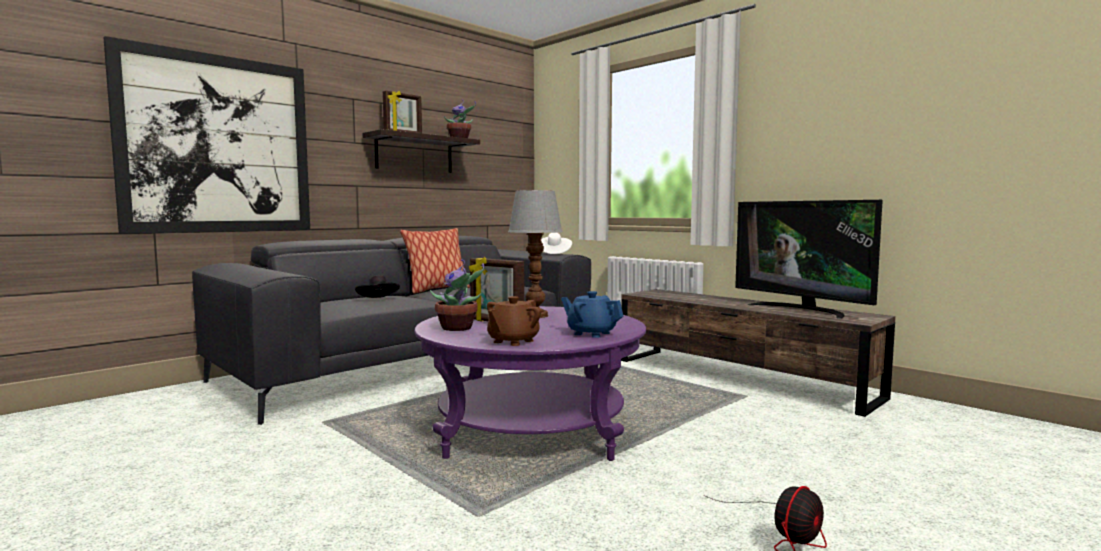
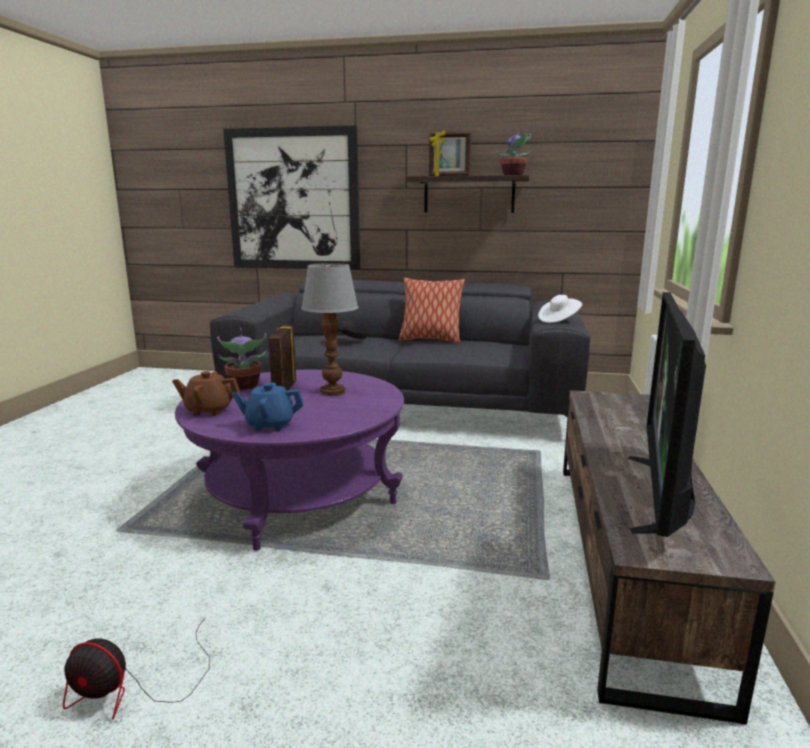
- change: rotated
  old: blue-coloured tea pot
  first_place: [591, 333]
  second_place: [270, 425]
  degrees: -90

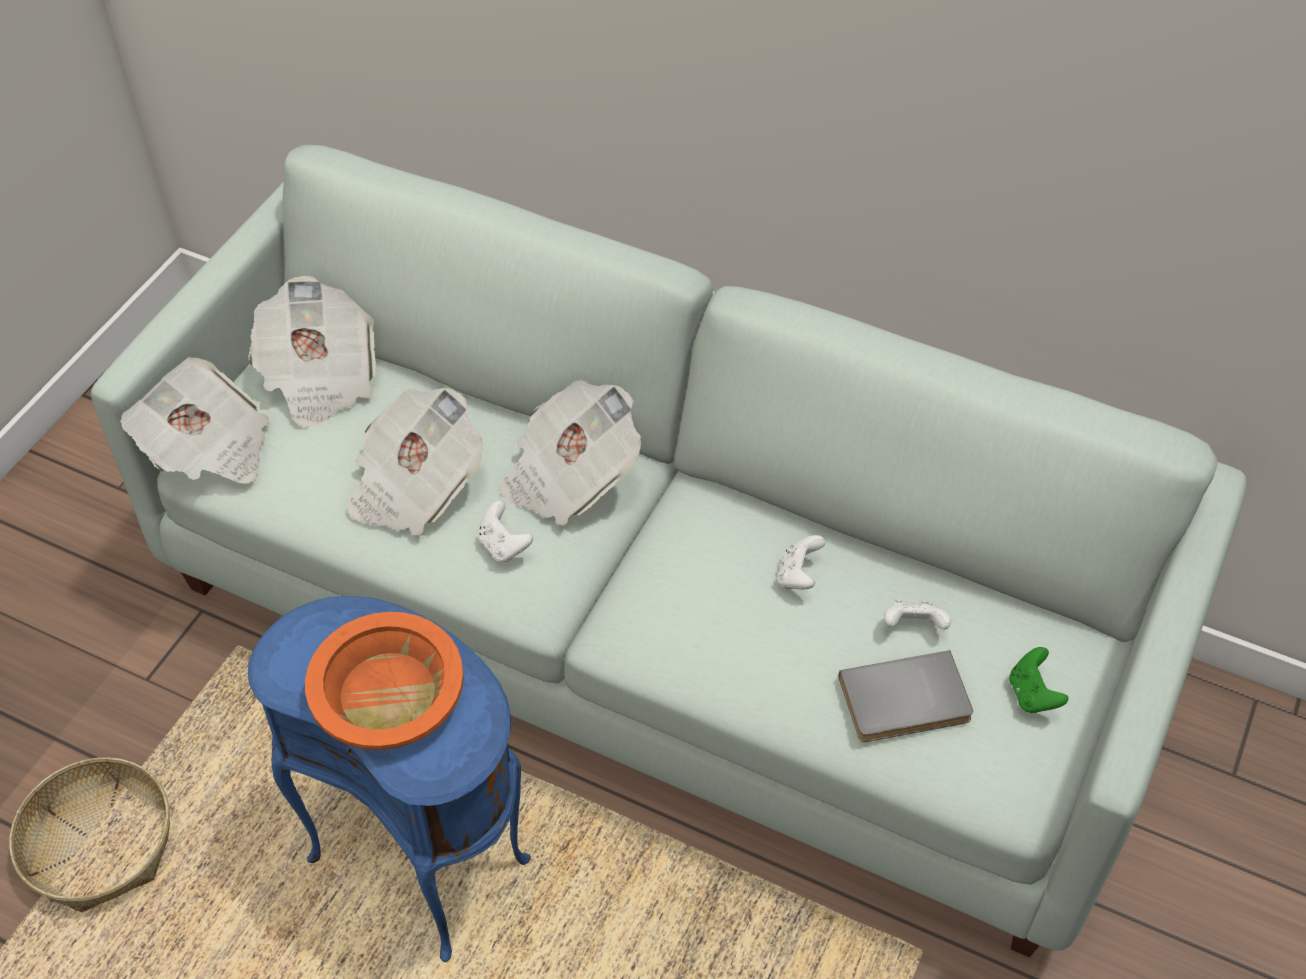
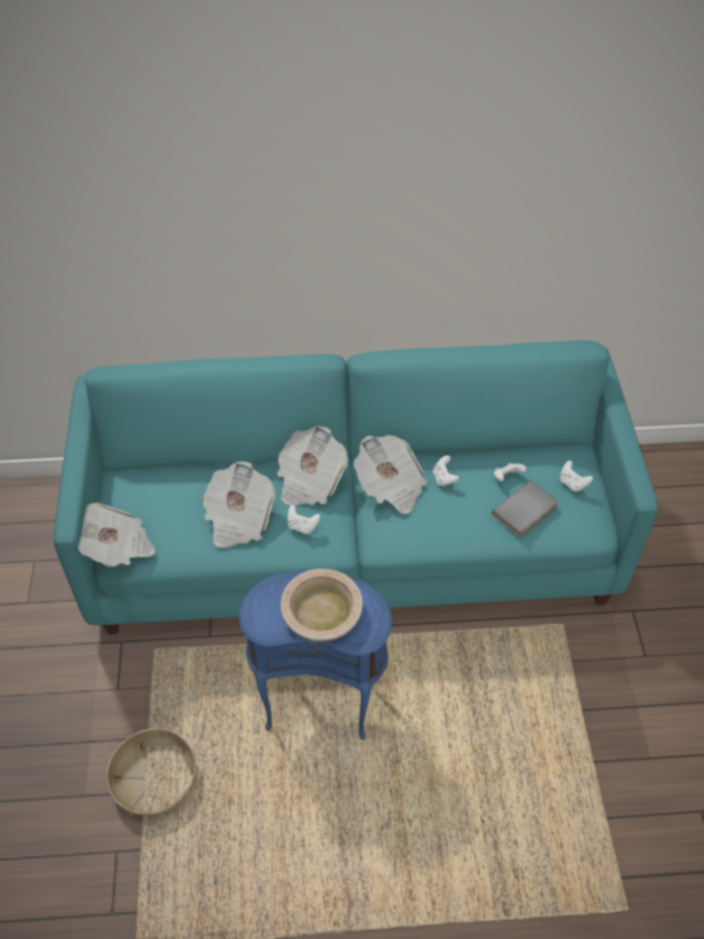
- change: repainted
  old: whitish couch
  new: turquoise couch
  first_place: [655, 624]
  second_place: [352, 540]
- change: repainted
  old: orange-coloured bowl
  new: beige bowl
  first_place: [388, 696]
  second_place: [322, 613]
- change: shifted
  old: daily paper
  first_place: [319, 377]
  second_place: [390, 486]
- change: repainted
  old: greenish joypad
  new: whitish joypad
  first_place: [1032, 694]
  second_place: [572, 483]

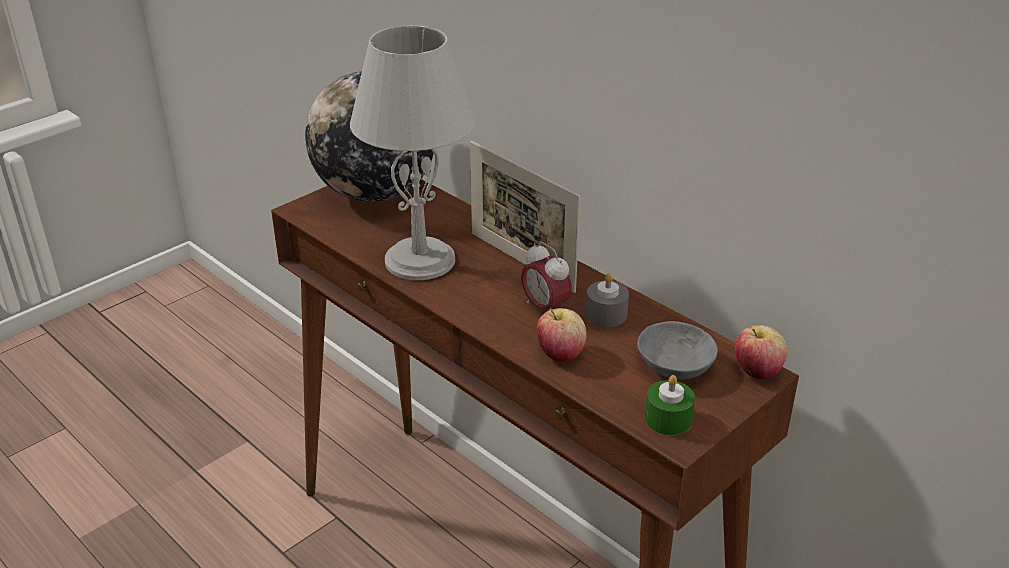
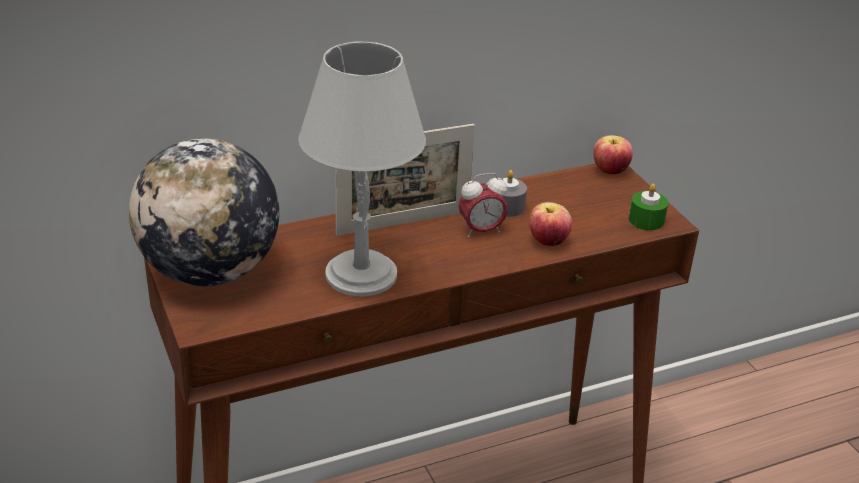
- change: gone
  old: gray bowl
  first_place: [672, 365]

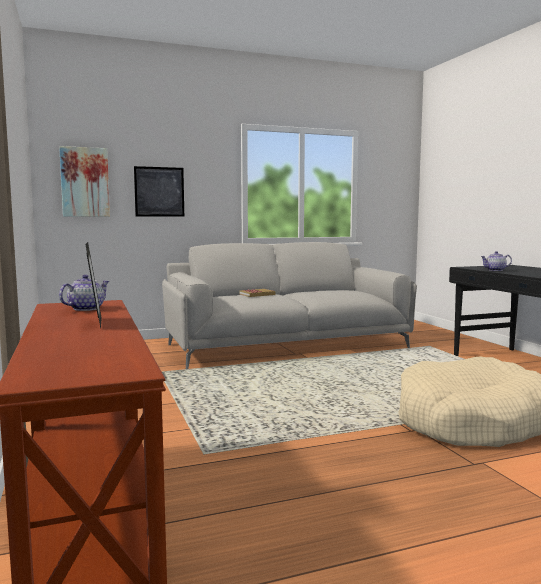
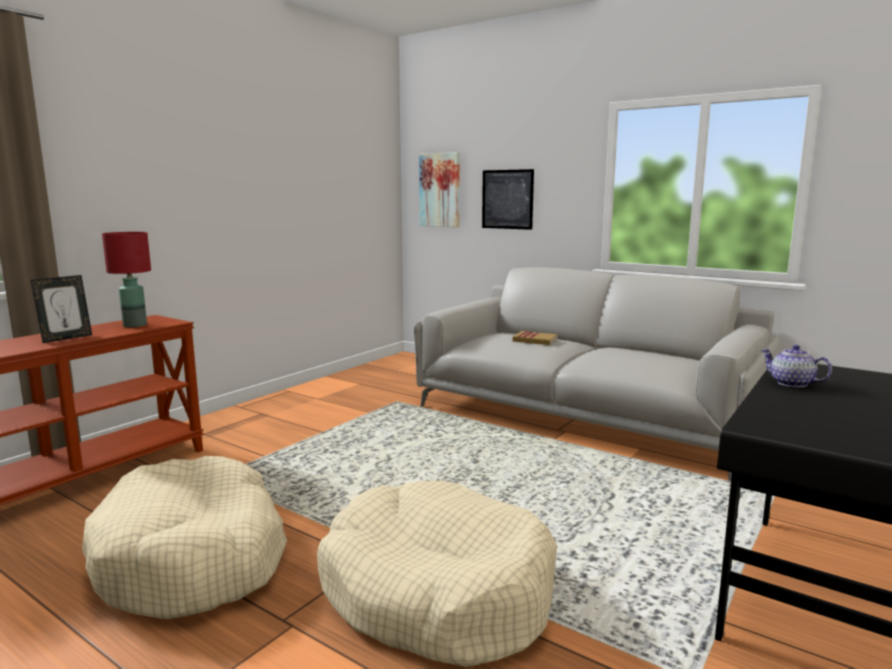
- change: new
  new: beige dog cushion
  second_place: [194, 558]
- change: swapped
  old: tea pot
  new: red-coloured lamp for a table
  first_place: [86, 309]
  second_place: [135, 325]

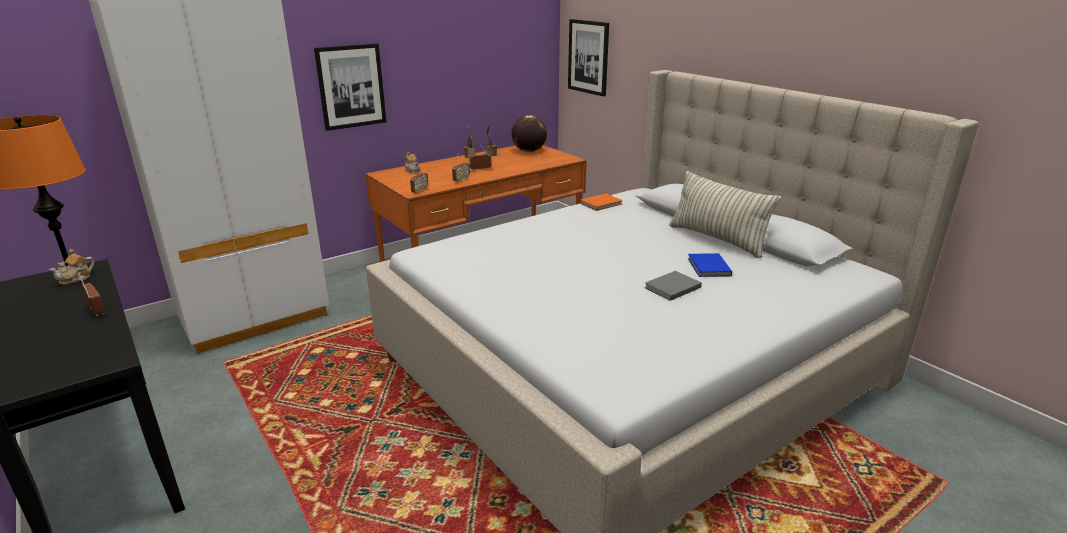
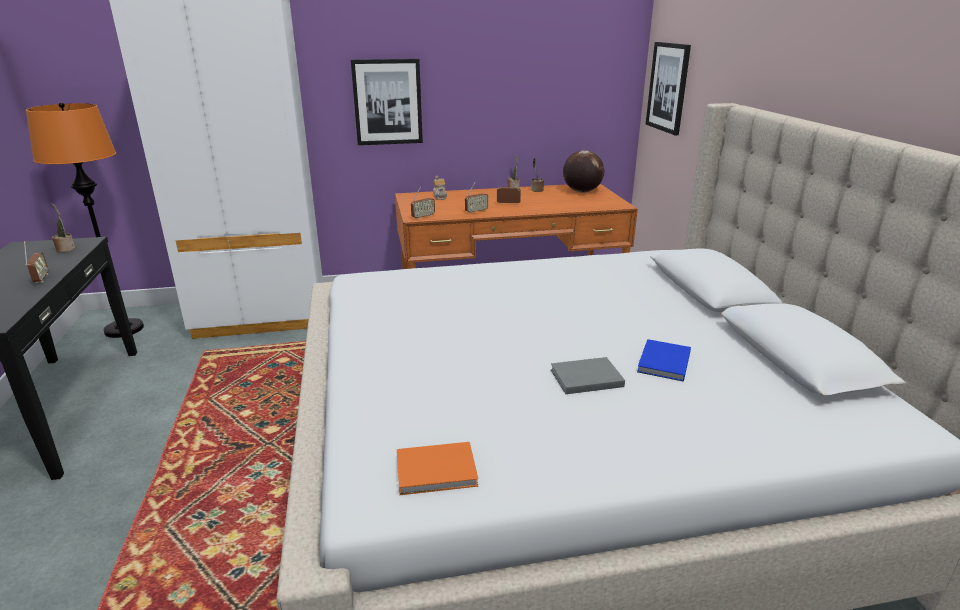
- change: swapped
  old: tea pot
  new: houseplant
  first_place: [76, 279]
  second_place: [65, 249]
- change: shifted
  old: orange-coloured bound book
  first_place: [602, 204]
  second_place: [438, 471]
- change: gone
  old: cushion
  first_place: [717, 239]

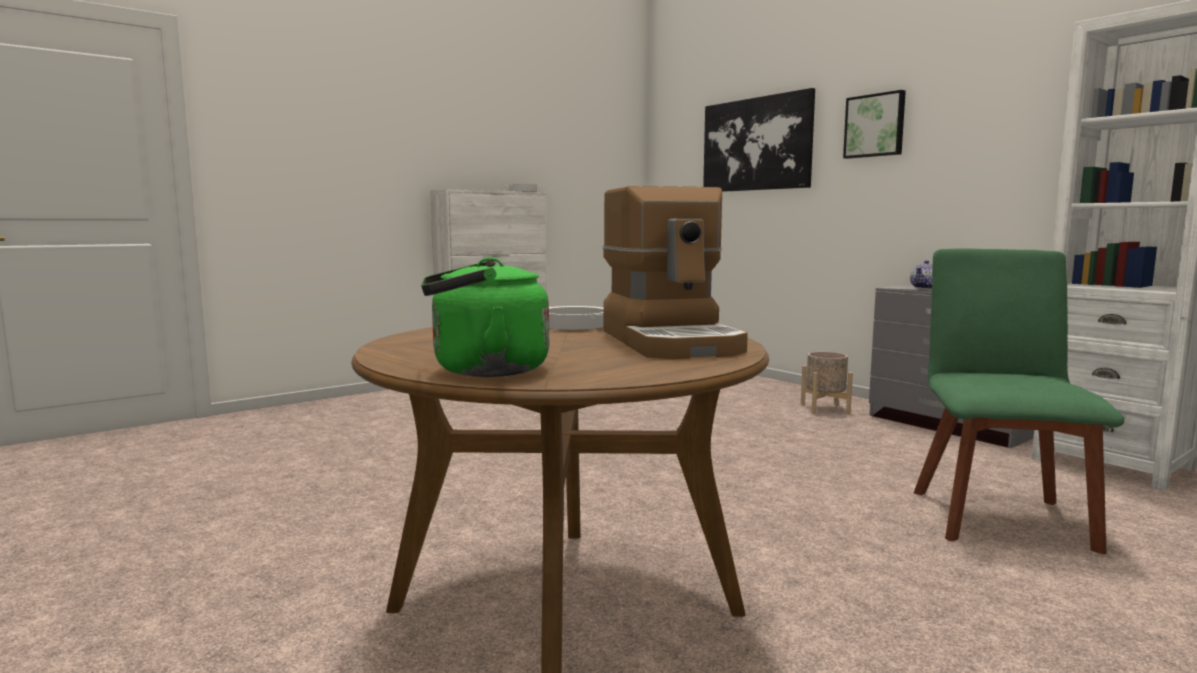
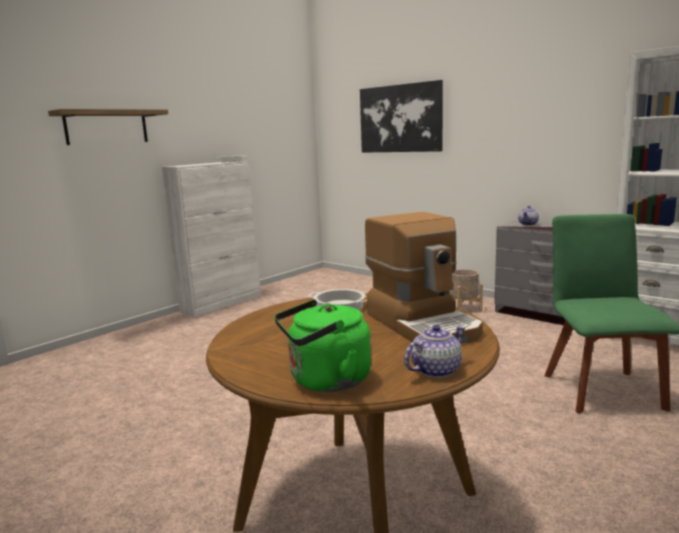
- change: new
  new: wall shelf
  second_place: [106, 127]
- change: new
  new: tea pot
  second_place: [435, 370]
- change: gone
  old: wall picture
  first_place: [875, 125]

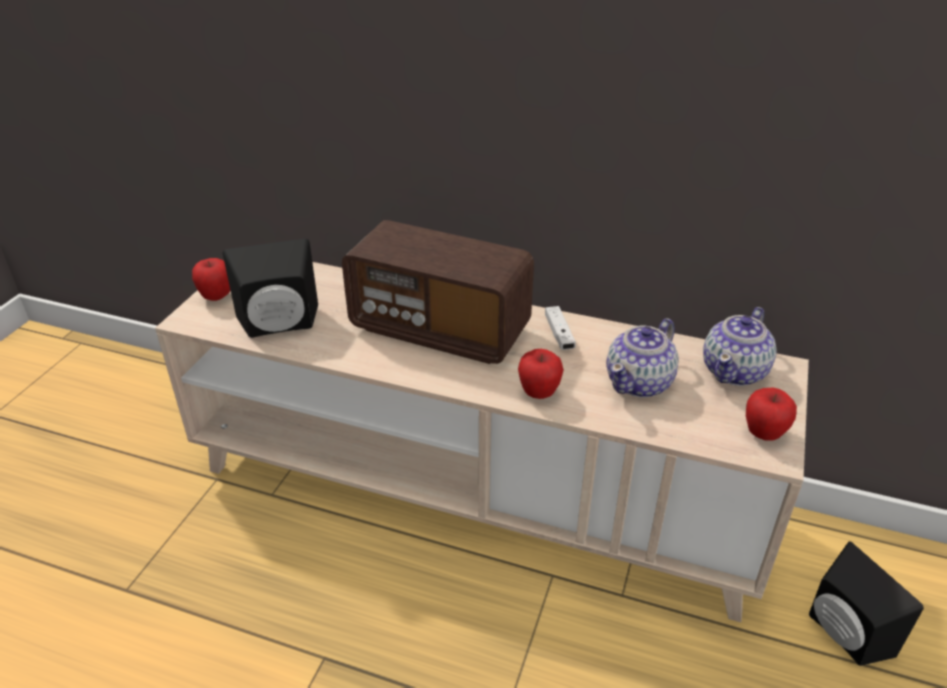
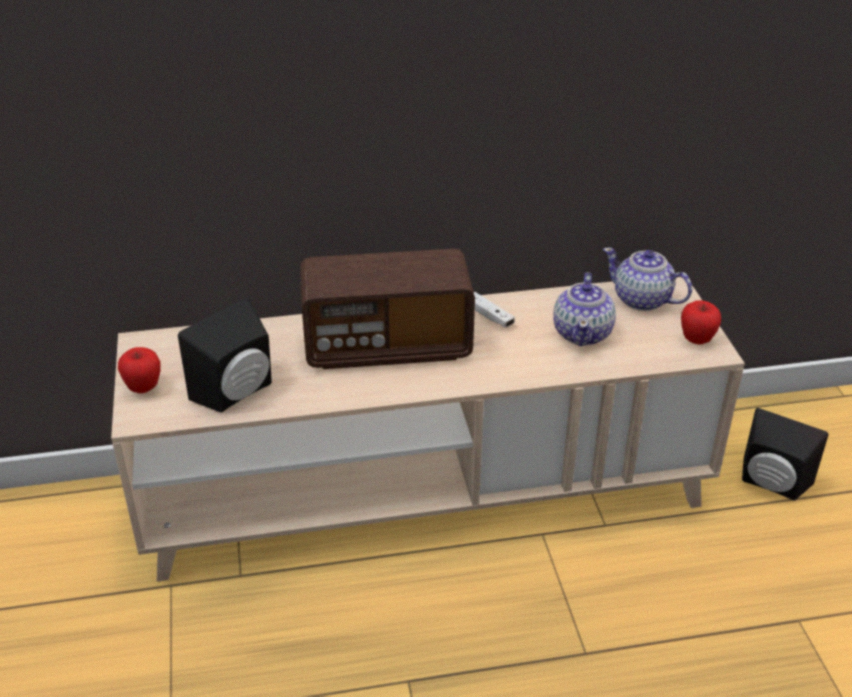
- change: rotated
  old: tea pot
  first_place: [735, 371]
  second_place: [642, 300]
  degrees: 120
- change: gone
  old: whole apple
  first_place: [539, 393]

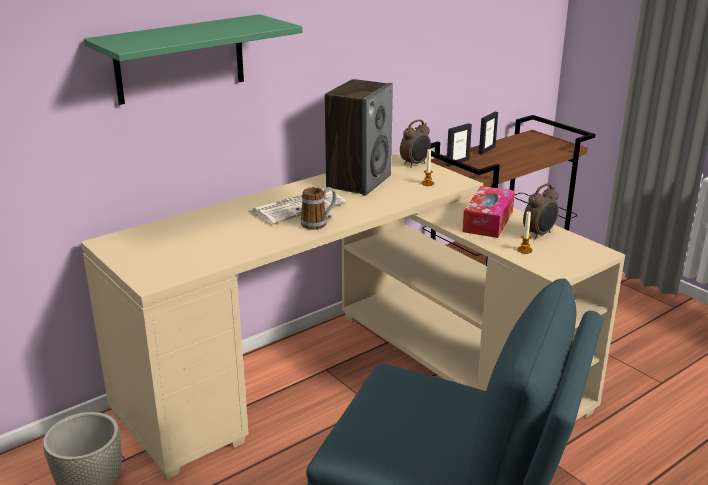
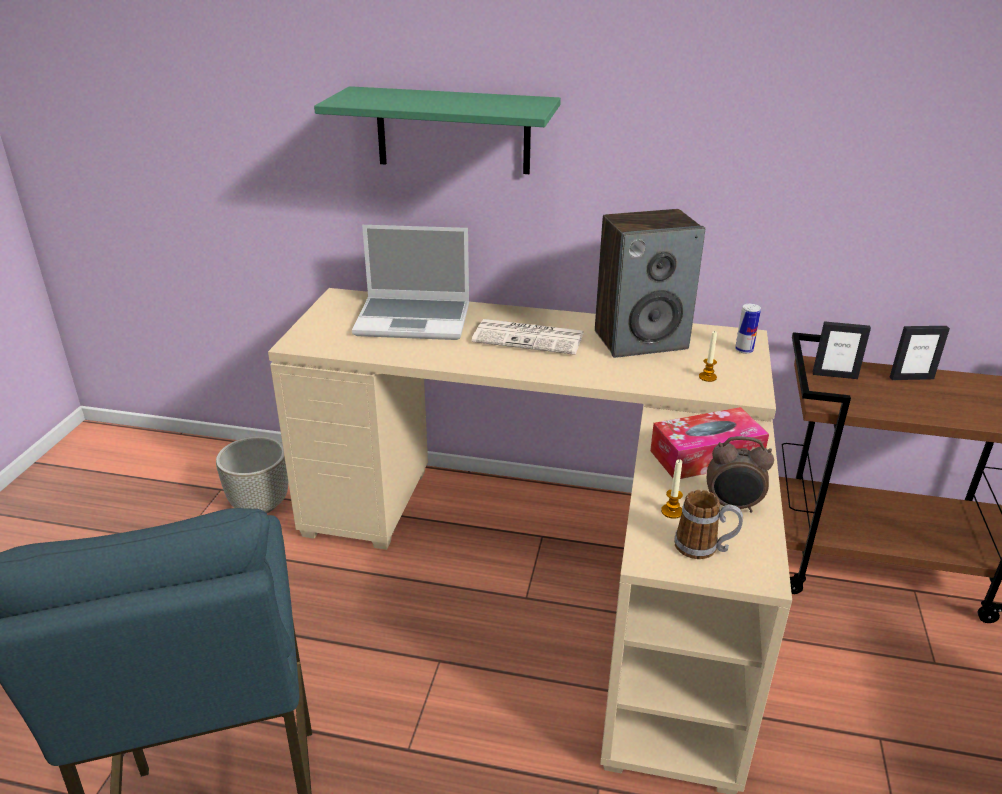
- change: new
  new: laptop
  second_place: [415, 320]
- change: shifted
  old: tea mug
  first_place: [318, 223]
  second_place: [704, 548]
- change: swapped
  old: alarm clock
  new: sealed can
  first_place: [415, 164]
  second_place: [744, 350]

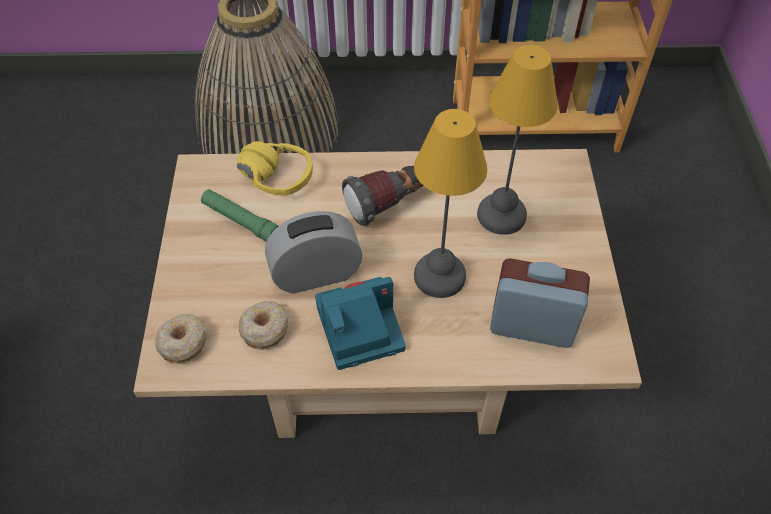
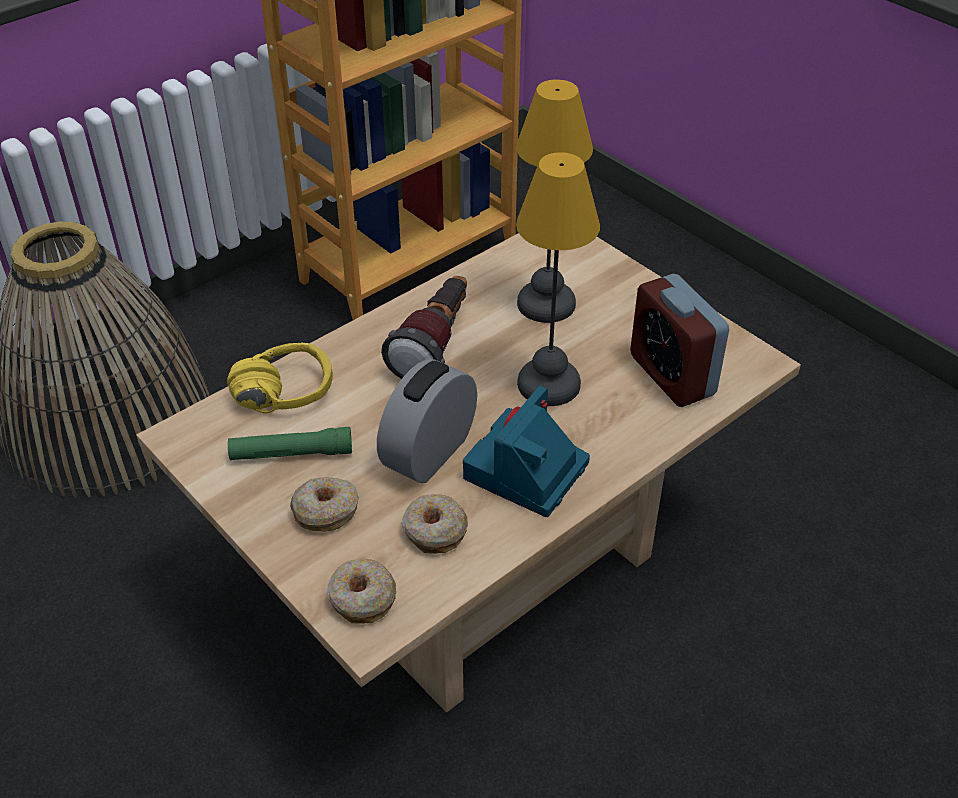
- change: new
  new: ring doughnut
  second_place: [326, 511]
- change: rotated
  old: alarm clock
  first_place: [531, 326]
  second_place: [672, 375]
  degrees: -90

